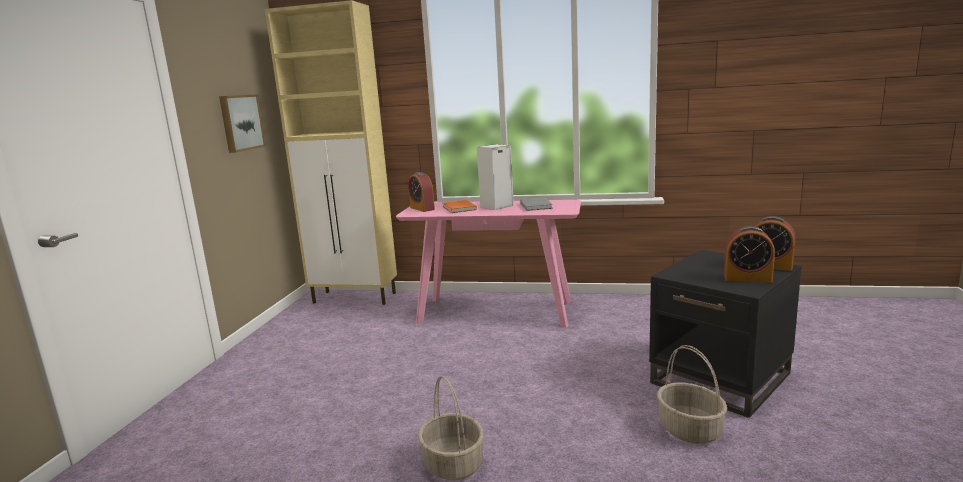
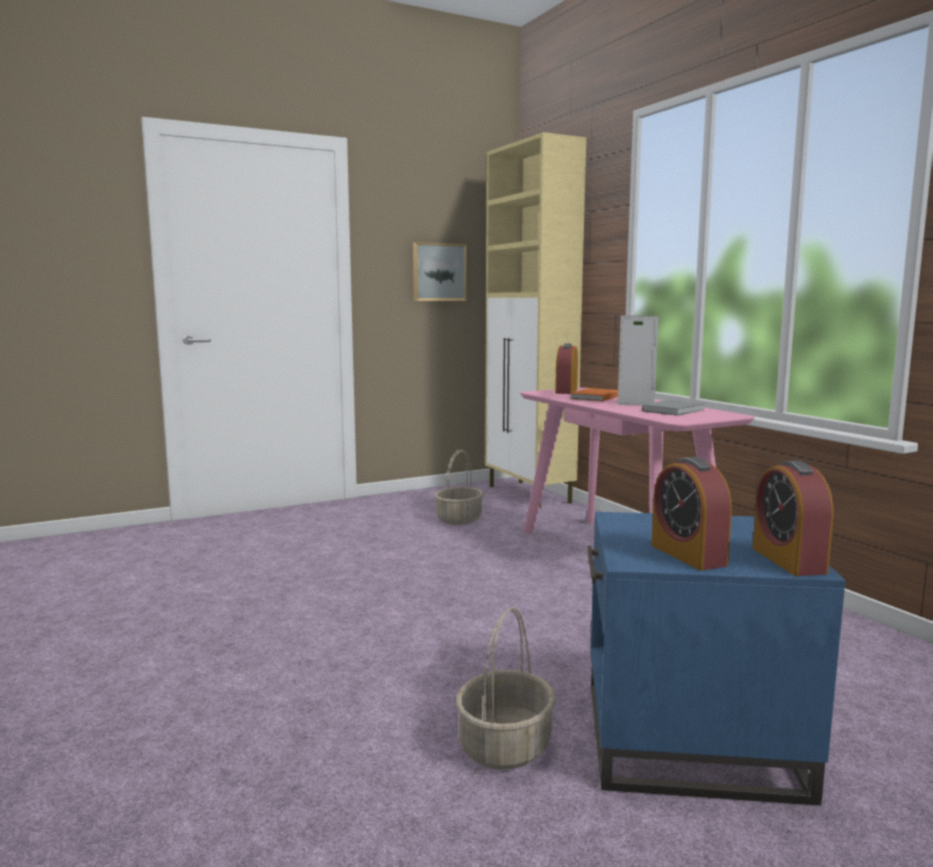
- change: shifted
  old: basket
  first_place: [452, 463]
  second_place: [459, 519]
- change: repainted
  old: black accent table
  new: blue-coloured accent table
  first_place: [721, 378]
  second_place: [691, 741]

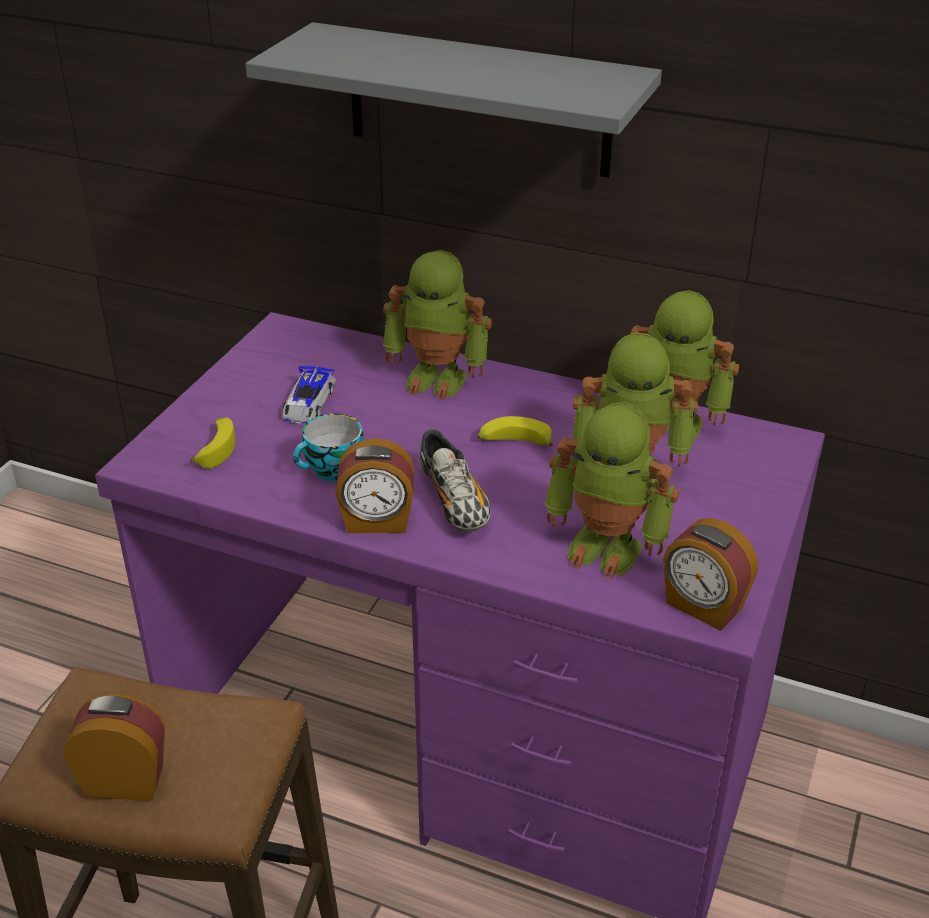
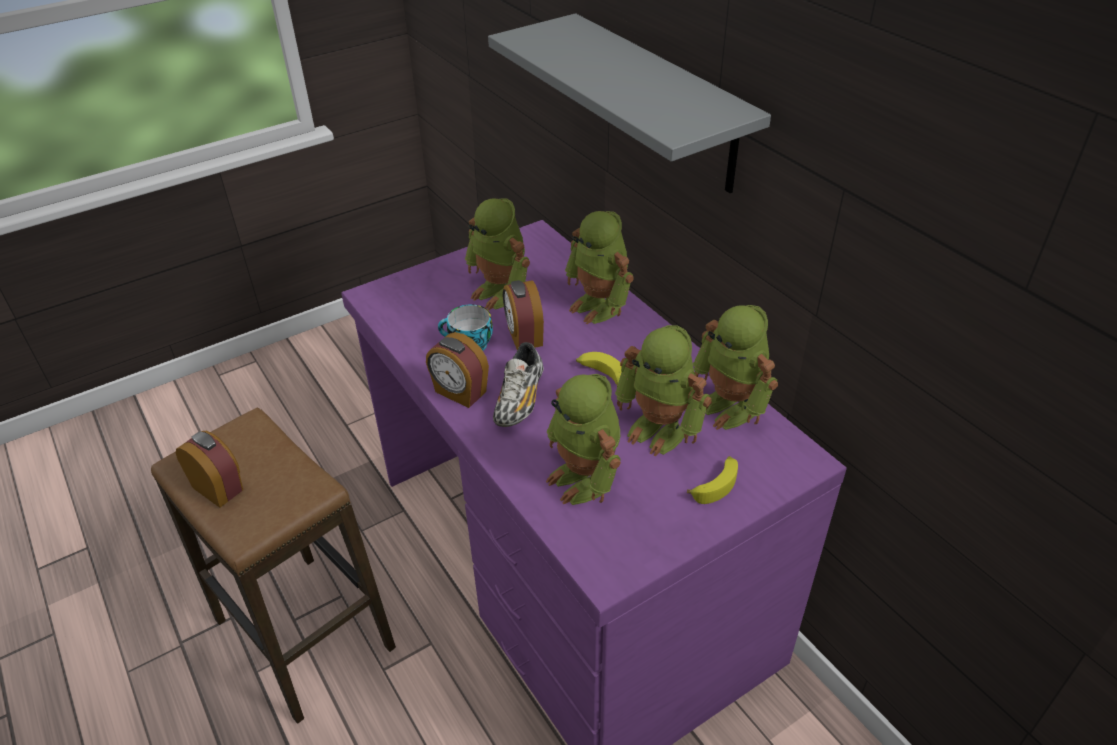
- change: swapped
  old: toy car
  new: model robot
  first_place: [308, 403]
  second_place: [501, 292]
- change: shifted
  old: alarm clock
  first_place: [703, 607]
  second_place: [524, 336]
- change: shifted
  old: banana
  first_place: [216, 448]
  second_place: [715, 484]

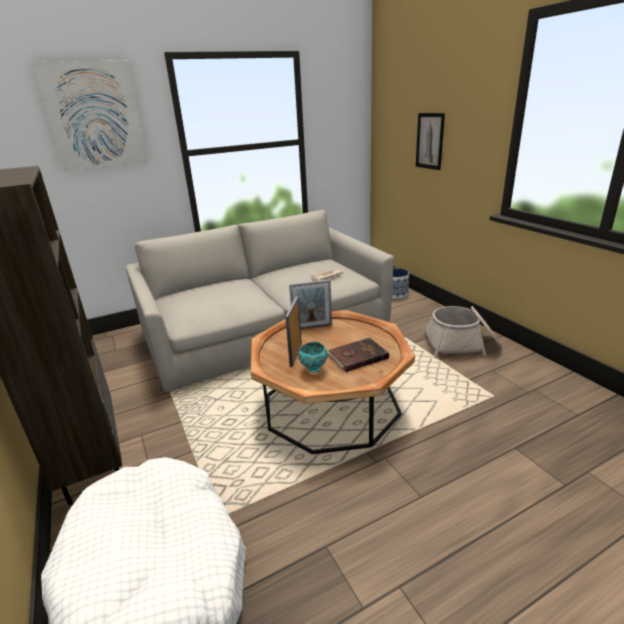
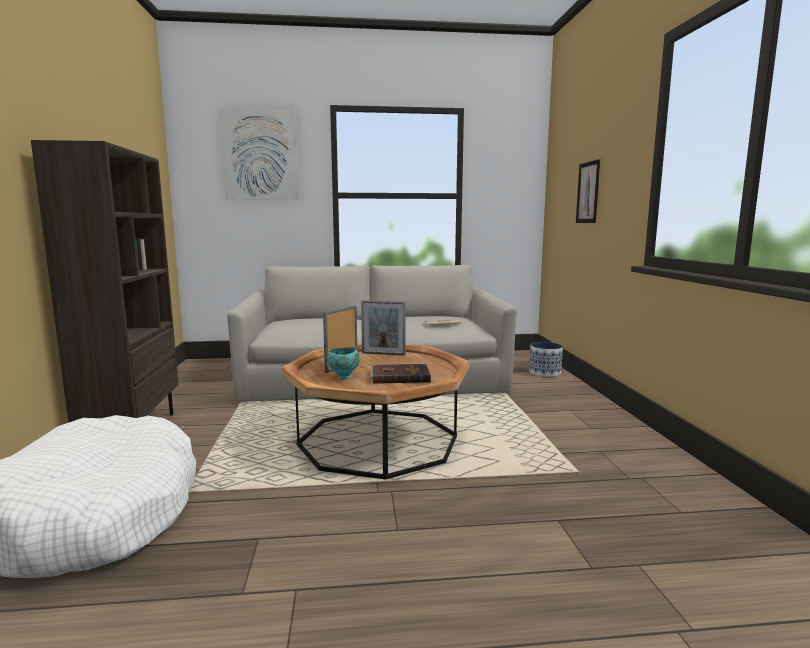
- change: gone
  old: basket
  first_place: [462, 344]

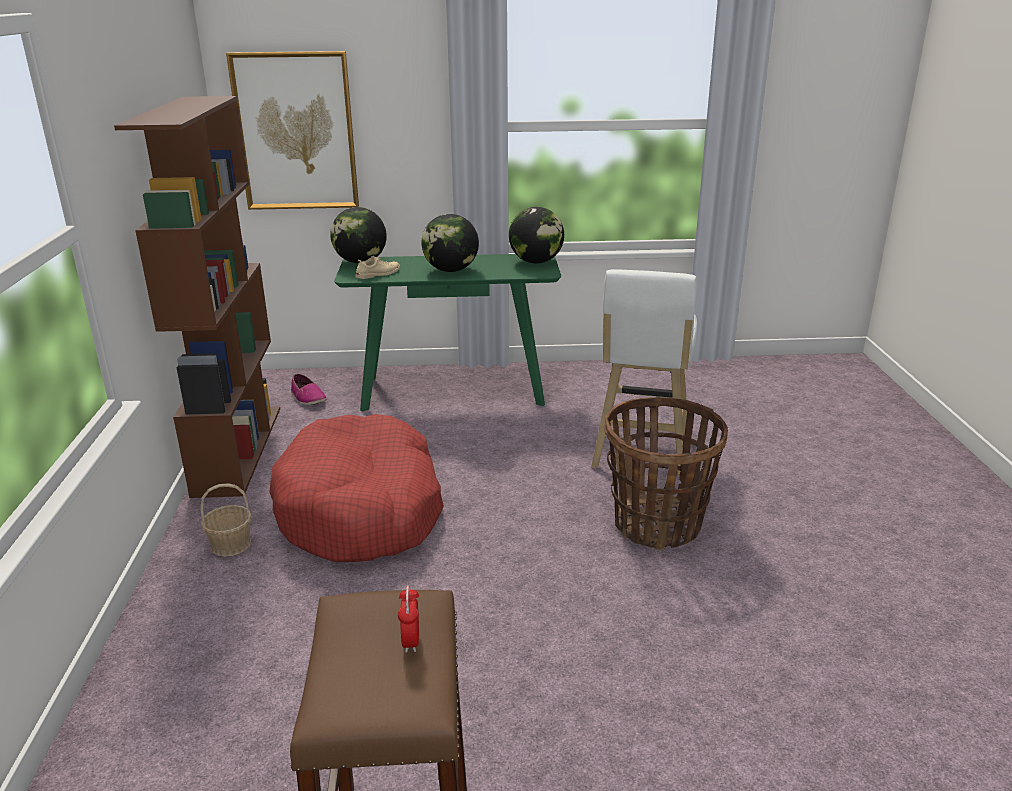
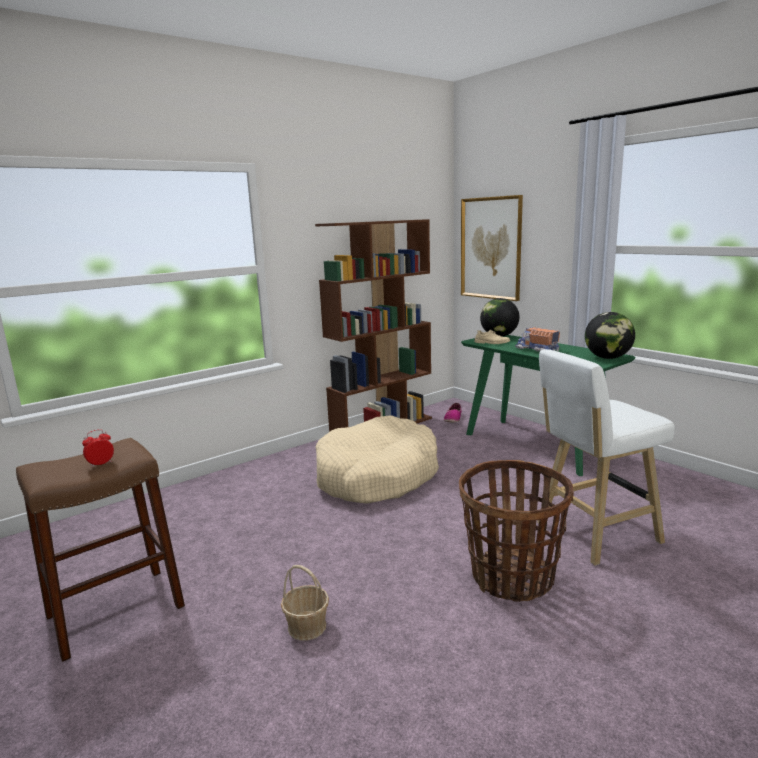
- change: shifted
  old: basket
  first_place: [230, 544]
  second_place: [307, 626]
- change: repainted
  old: red-coloured dog cushion
  new: beige dog cushion
  first_place: [361, 510]
  second_place: [376, 476]
- change: swapped
  old: world globe
  new: toy lorry
  first_place: [451, 270]
  second_place: [537, 350]

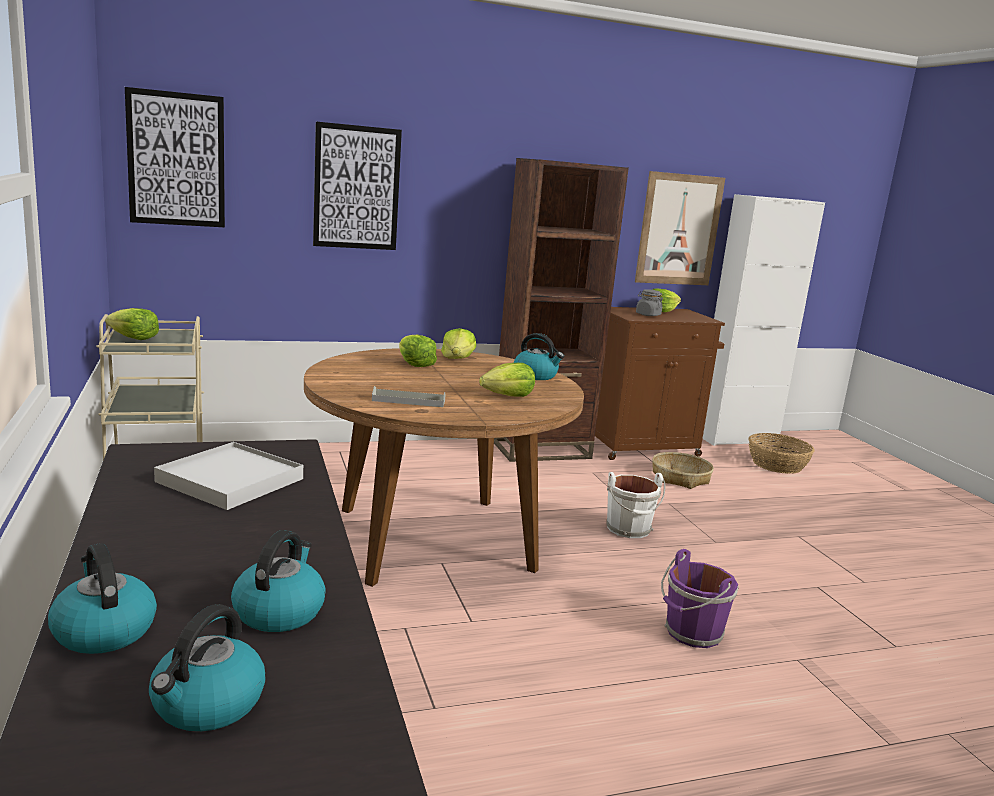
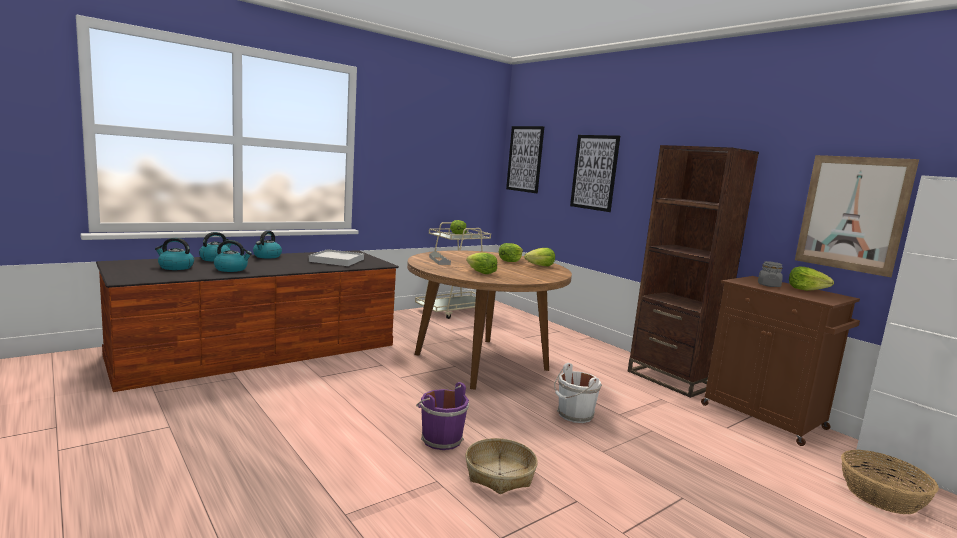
- change: shifted
  old: kettle
  first_place: [536, 375]
  second_place: [267, 256]
- change: shifted
  old: basket
  first_place: [680, 478]
  second_place: [500, 474]

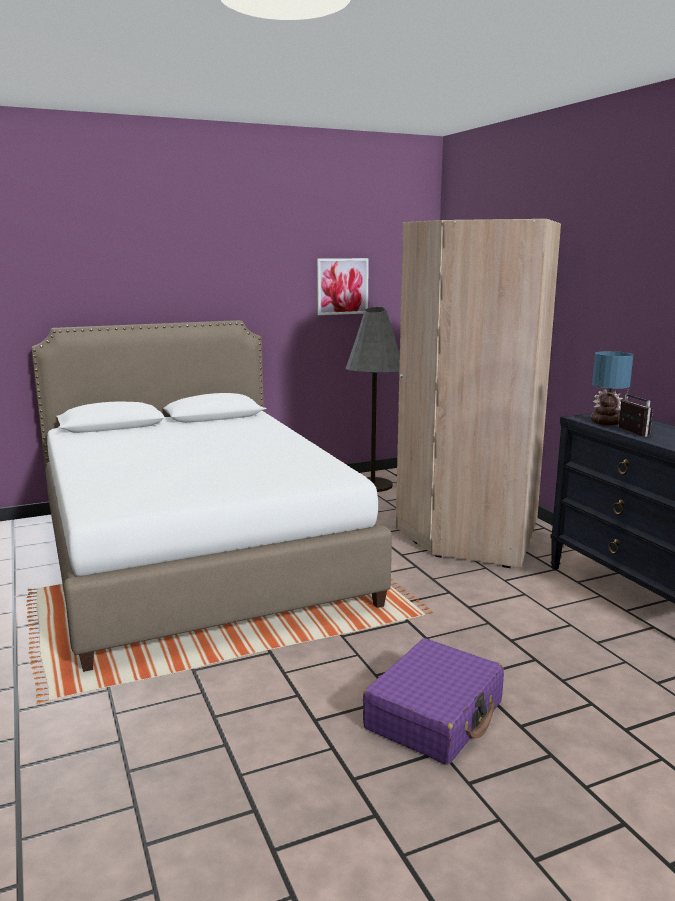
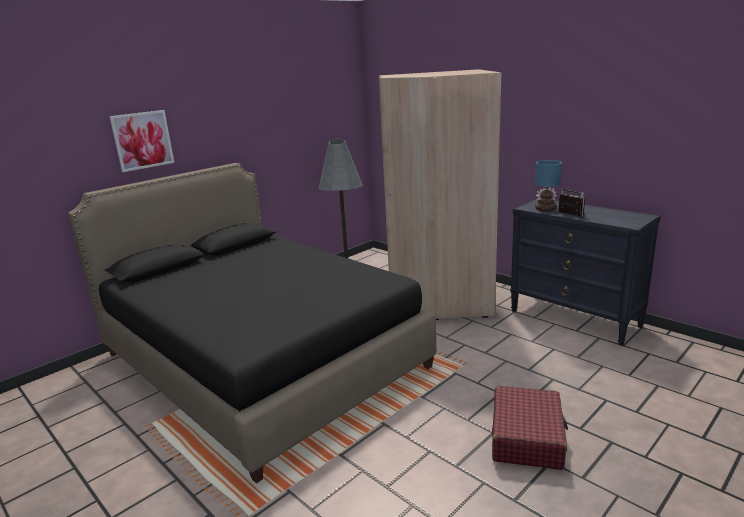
- change: repainted
  old: whitish bed
  new: black bed
  first_place: [195, 555]
  second_place: [261, 360]
- change: shifted
  old: wall picture
  first_place: [342, 286]
  second_place: [142, 140]
- change: repainted
  old: purplish travel case
  new: red-coloured travel case
  first_place: [435, 715]
  second_place: [527, 437]

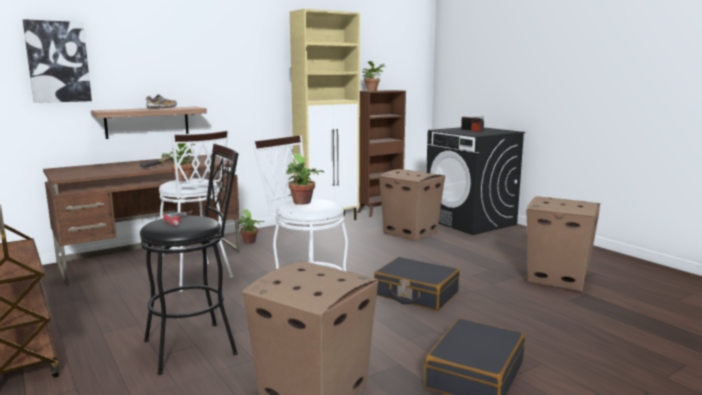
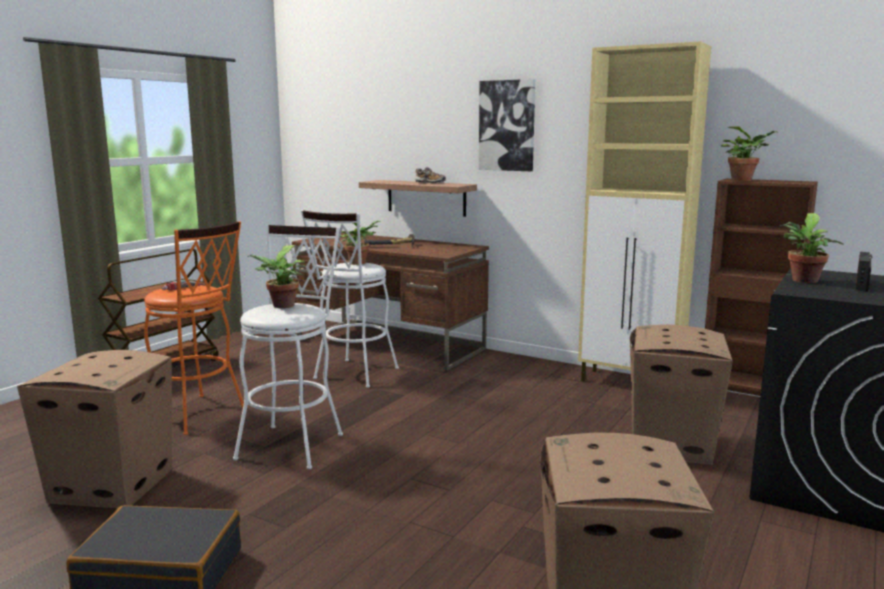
- change: repainted
  old: black stool seat
  new: orange-coloured stool seat
  first_place: [199, 345]
  second_place: [199, 416]
- change: shifted
  old: wall picture
  first_place: [58, 62]
  second_place: [507, 125]
- change: shifted
  old: houseplant
  first_place: [250, 242]
  second_place: [804, 281]
- change: gone
  old: black travel case
  first_place: [416, 294]

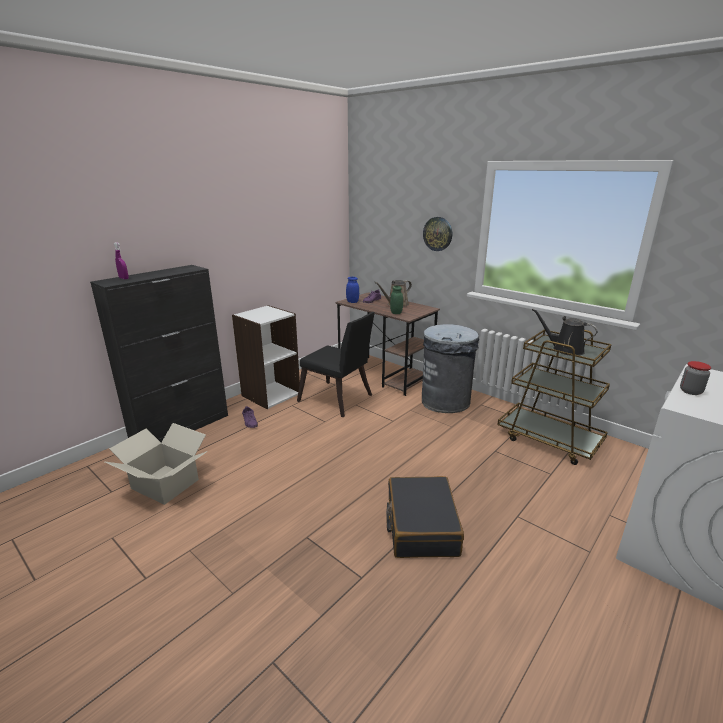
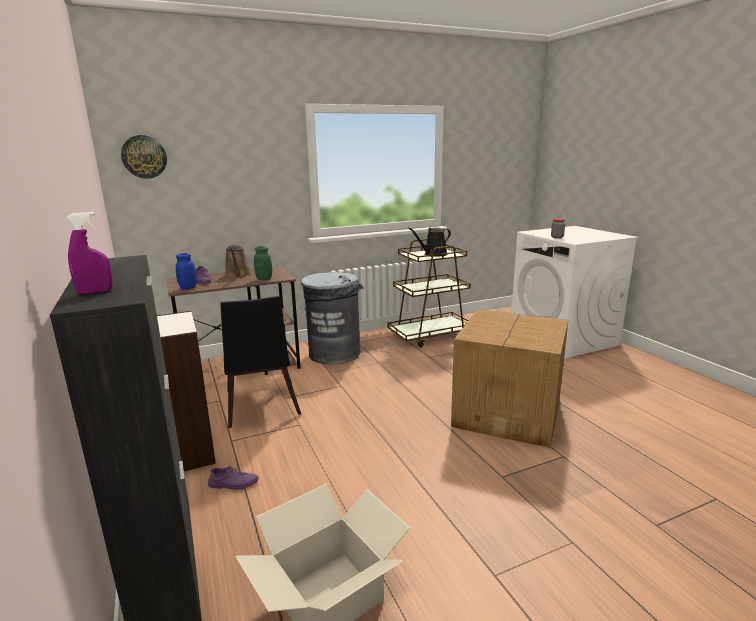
- change: shifted
  old: hanging clock
  first_place: [438, 234]
  second_place: [144, 157]
- change: rotated
  old: black plain chair
  first_place: [338, 400]
  second_place: [261, 406]
  degrees: 105
- change: swapped
  old: black travel case
  new: carton
  first_place: [421, 526]
  second_place: [509, 413]

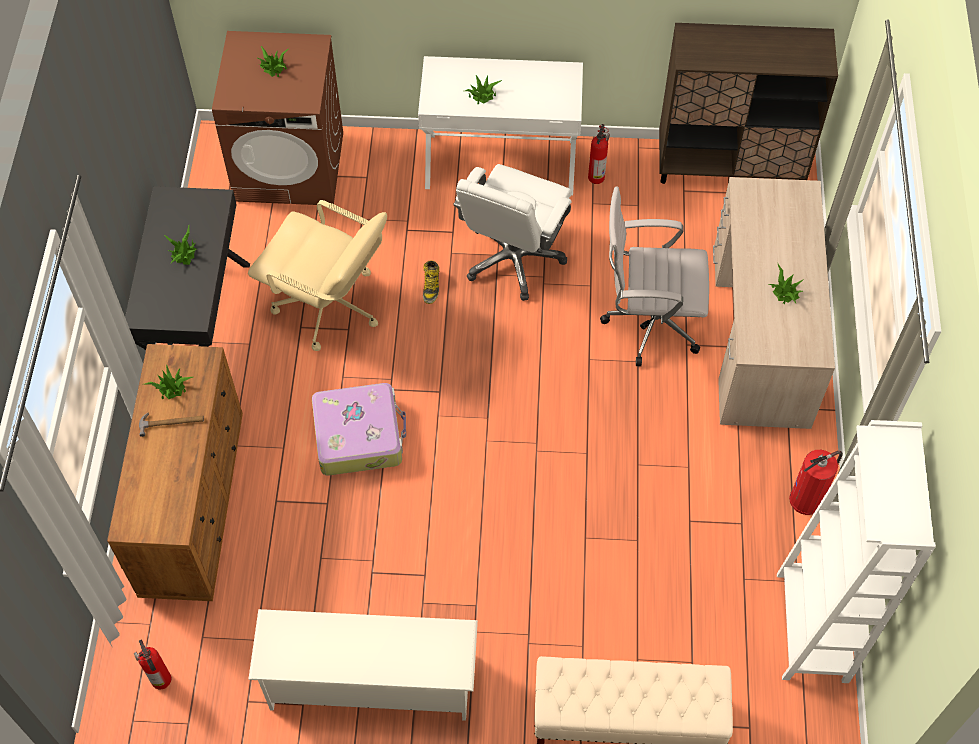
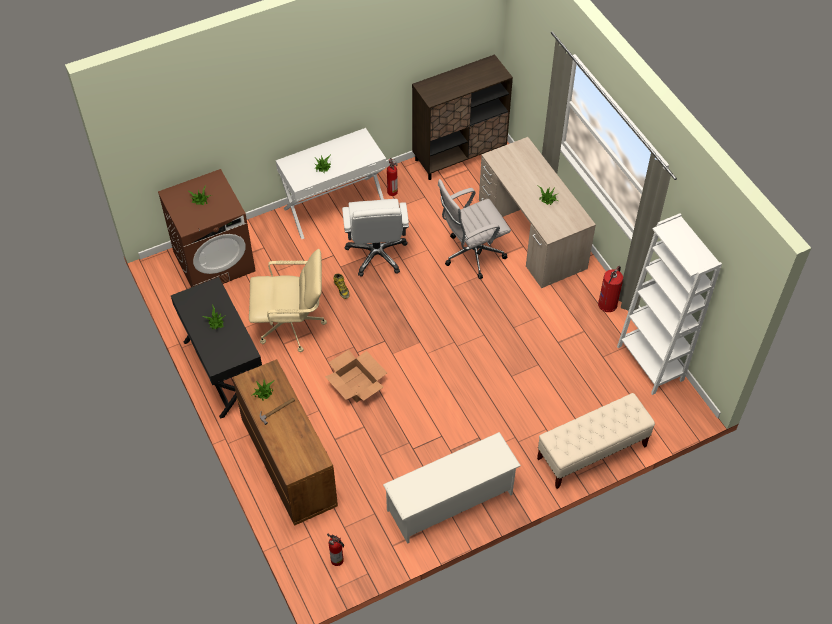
- change: swapped
  old: travel case
  new: carton
  first_place: [359, 435]
  second_place: [356, 384]

